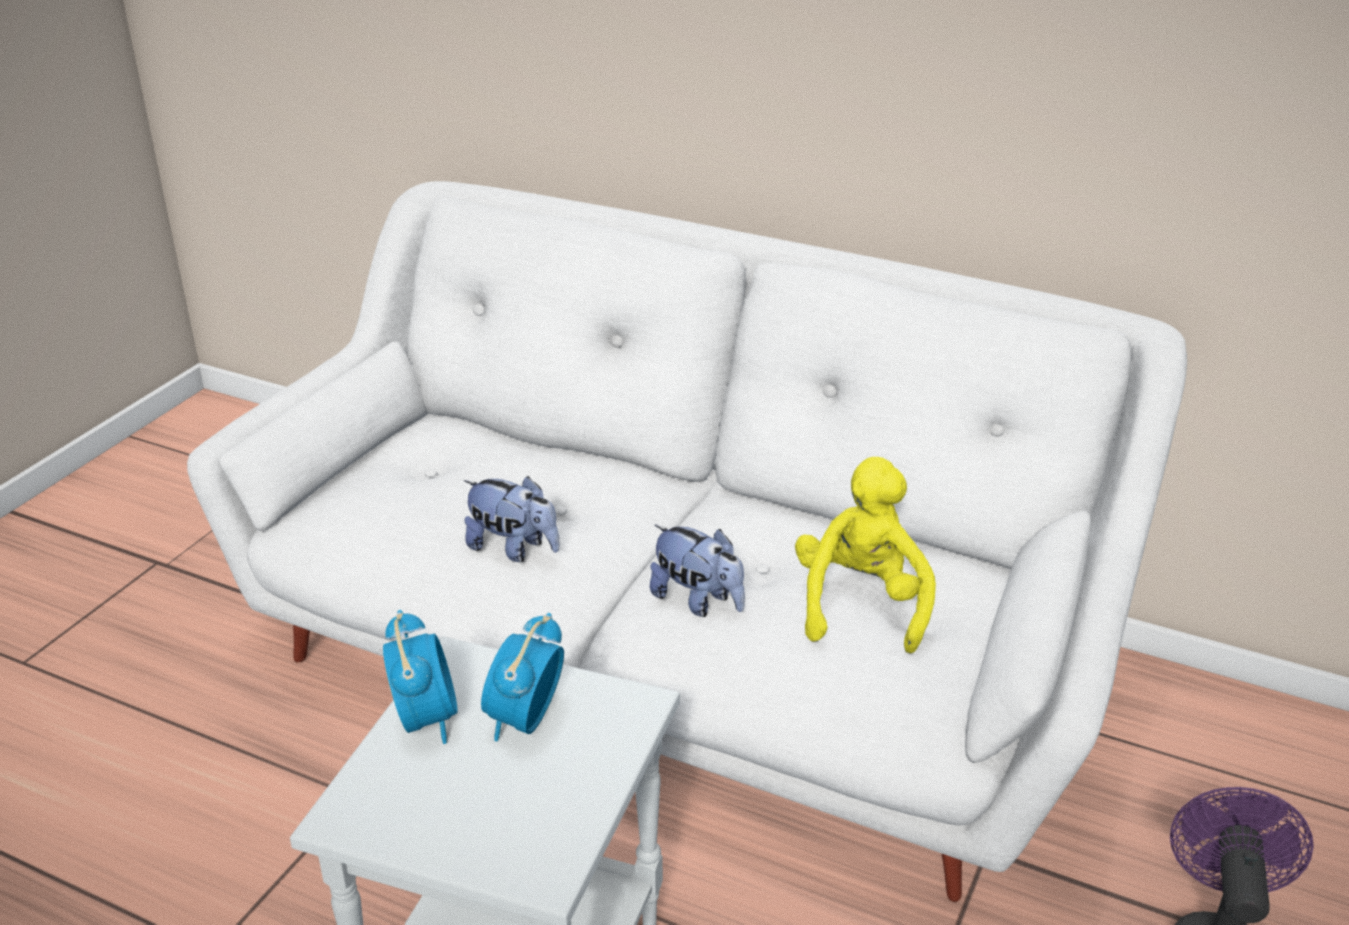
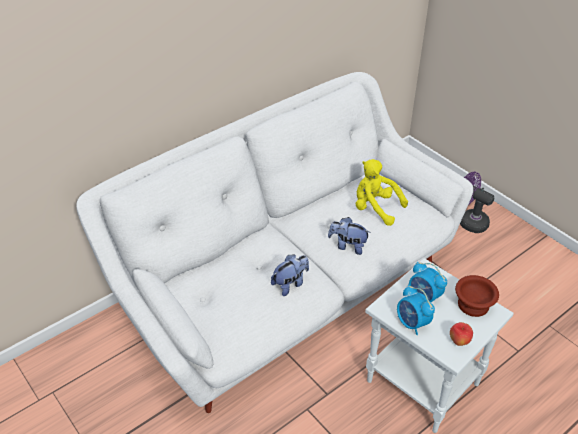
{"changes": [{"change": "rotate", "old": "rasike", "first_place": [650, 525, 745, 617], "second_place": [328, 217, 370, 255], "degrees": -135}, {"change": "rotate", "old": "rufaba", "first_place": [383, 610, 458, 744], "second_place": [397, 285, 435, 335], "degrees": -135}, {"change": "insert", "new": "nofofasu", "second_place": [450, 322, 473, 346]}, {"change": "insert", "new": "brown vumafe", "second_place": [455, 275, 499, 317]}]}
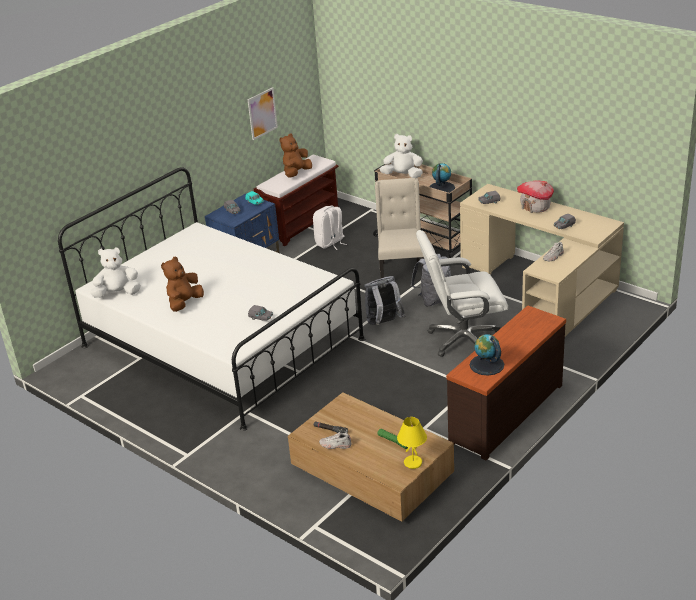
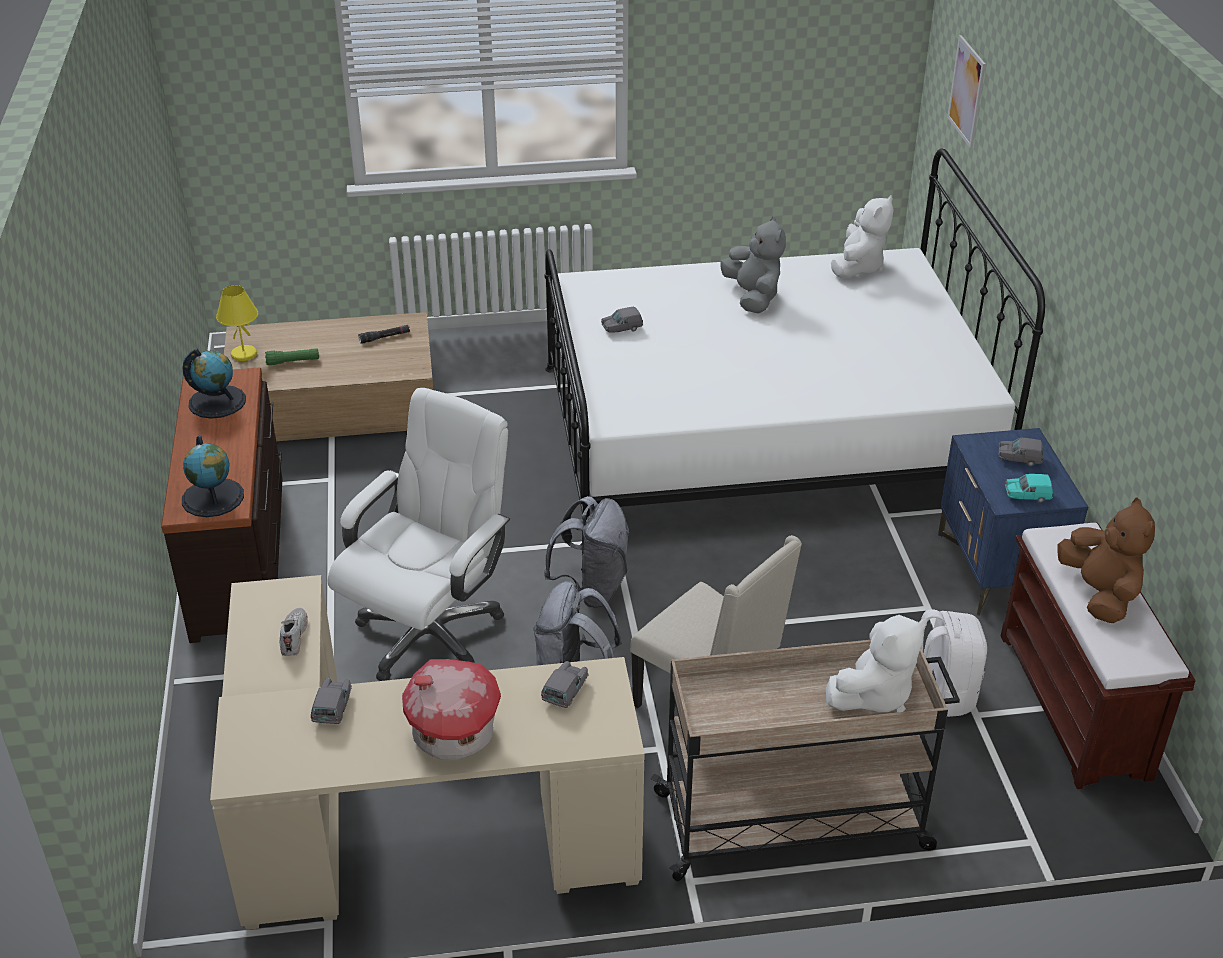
{"changes": [{"change": "move", "old": "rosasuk", "first_place": [429, 163, 455, 193], "second_place": [182, 436, 244, 517]}, {"change": "recolor", "old": "brown rasike", "new": "grey rasike", "first_place": [161, 257, 204, 312], "second_place": [720, 216, 786, 314]}, {"change": "move", "old": "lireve", "first_place": [247, 87, 278, 140], "second_place": [947, 35, 986, 148]}, {"change": "delete", "old": "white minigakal", "first_place": [319, 431, 351, 449]}]}
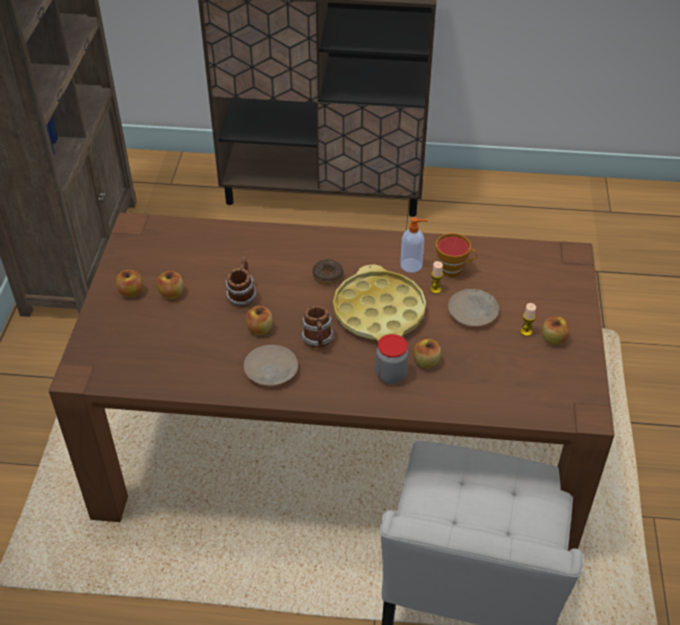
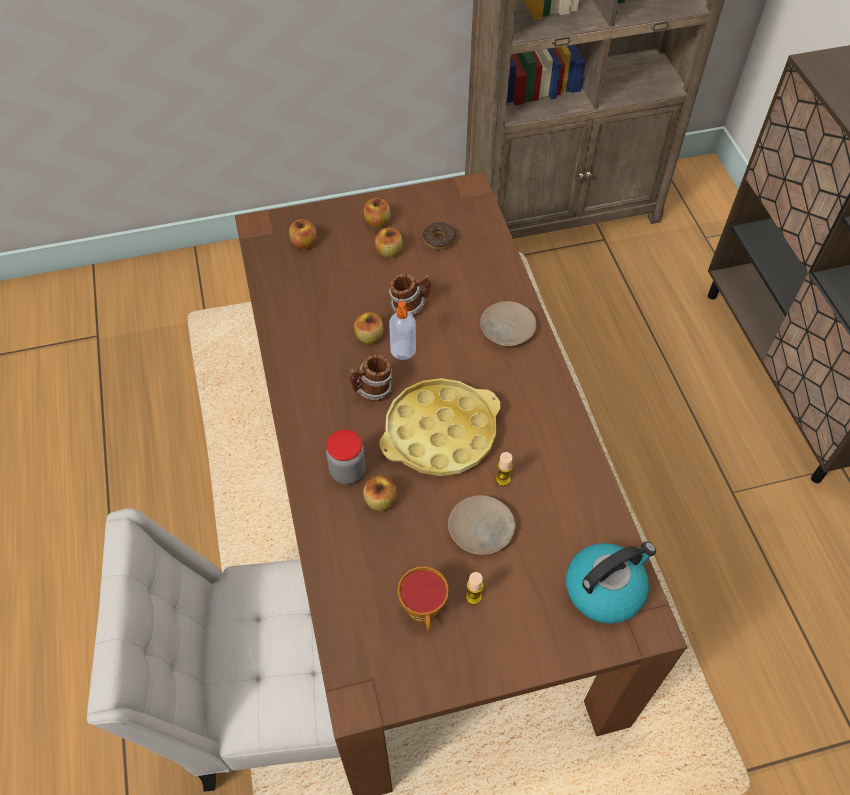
{"changes": [{"change": "move", "old": "nofofasu", "first_place": [542, 316, 570, 345], "second_place": [289, 219, 317, 249]}, {"change": "move", "old": "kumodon", "first_place": [400, 217, 428, 273], "second_place": [389, 301, 416, 360]}, {"change": "move", "old": "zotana", "first_place": [436, 233, 477, 277], "second_place": [397, 566, 449, 631]}, {"change": "move", "old": "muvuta", "first_place": [312, 259, 343, 284], "second_place": [423, 222, 456, 250]}, {"change": "move", "old": "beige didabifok", "first_place": [244, 345, 298, 386], "second_place": [480, 301, 536, 346]}, {"change": "insert", "new": "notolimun", "second_place": [566, 541, 656, 624]}]}
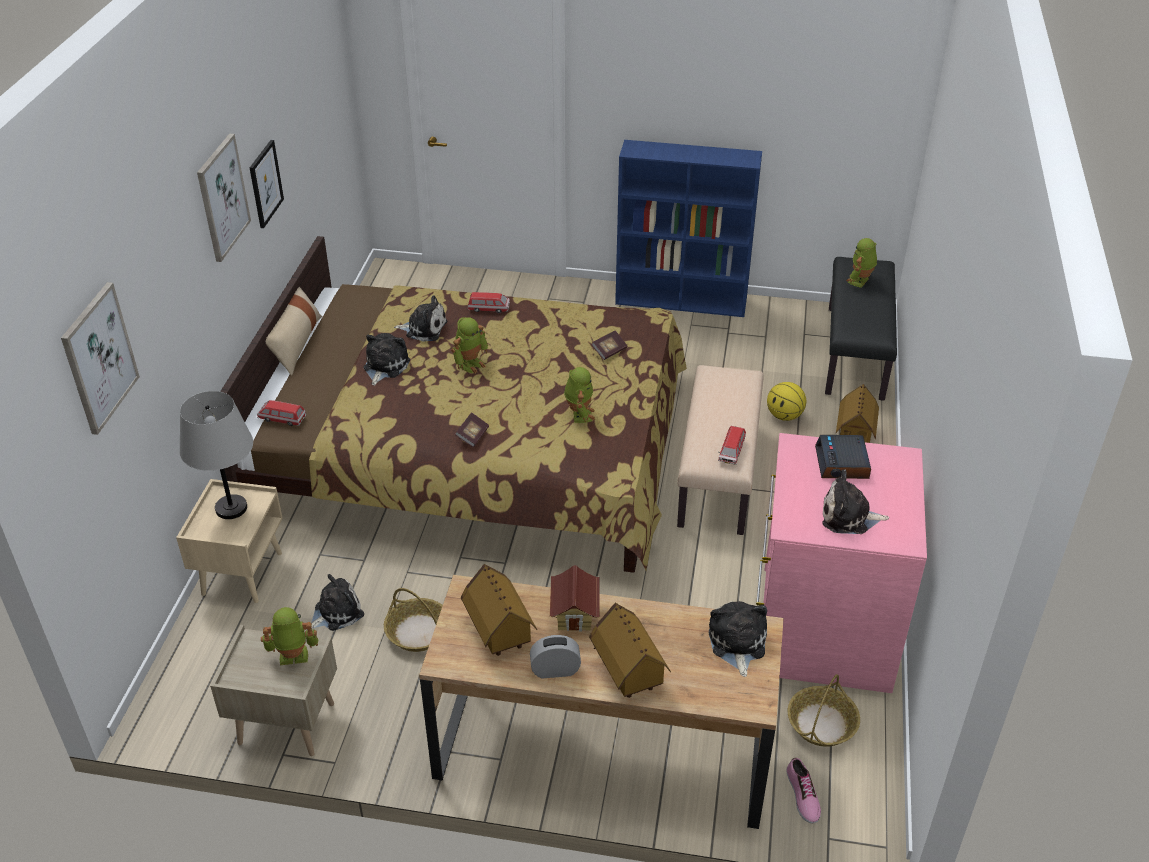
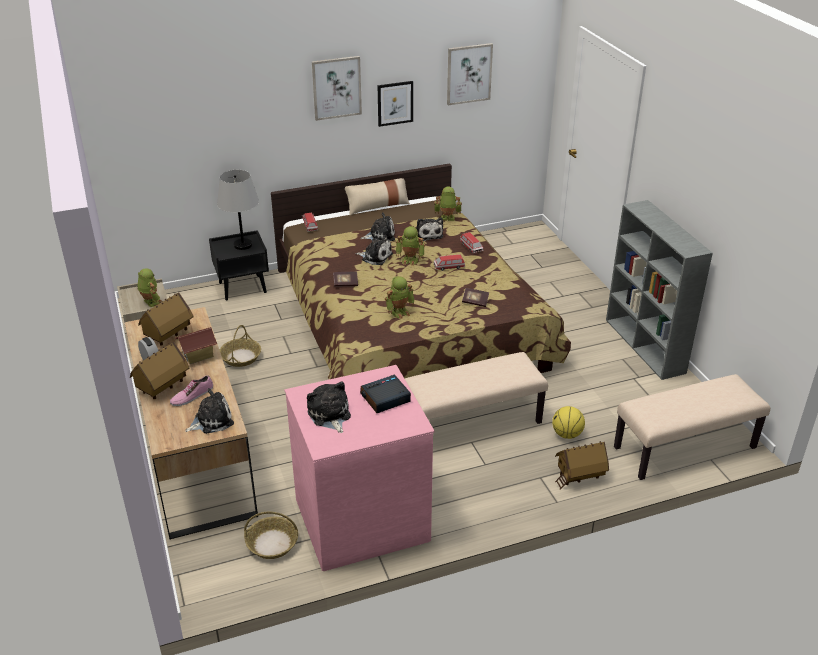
{"changes": [{"change": "move", "old": "minigakal", "first_place": [786, 758, 821, 823], "second_place": [170, 375, 213, 406]}, {"change": "recolor", "old": "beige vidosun", "new": "black vidosun", "first_place": [176, 479, 283, 603], "second_place": [209, 230, 269, 300]}, {"change": "move", "old": "rasike", "first_place": [306, 574, 364, 631], "second_place": [356, 234, 393, 265]}, {"change": "move", "old": "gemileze", "first_place": [718, 426, 746, 465], "second_place": [433, 254, 465, 271]}, {"change": "move", "old": "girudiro", "first_place": [846, 238, 877, 288], "second_place": [434, 187, 462, 221]}, {"change": "move", "old": "lireve", "first_place": [61, 282, 140, 435], "second_place": [447, 43, 493, 105]}, {"change": "recolor", "old": "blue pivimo", "new": "grey pivimo", "first_place": [615, 140, 762, 317], "second_place": [606, 200, 713, 380]}, {"change": "recolor", "old": "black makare", "new": "beige makare", "first_place": [825, 257, 897, 401], "second_place": [614, 374, 770, 480]}]}
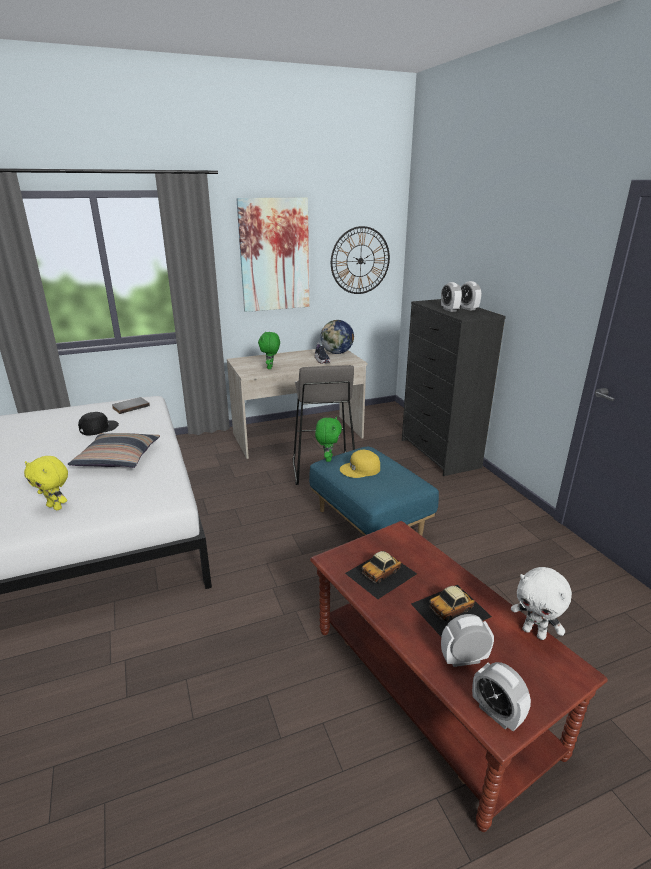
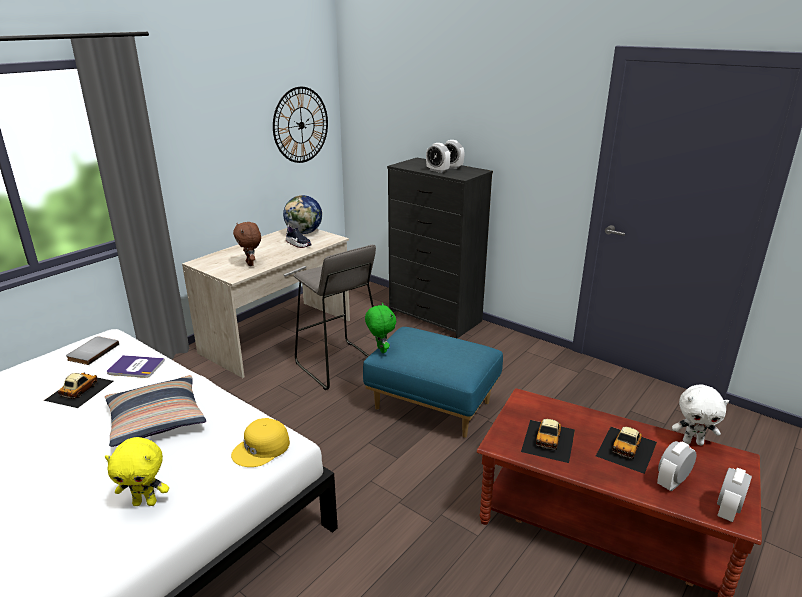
{"changes": [{"change": "replace", "old": "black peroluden", "new": "gemileze", "first_place": [78, 412, 119, 435], "second_place": [44, 373, 114, 408]}, {"change": "insert", "new": "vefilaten", "second_place": [107, 355, 165, 378]}, {"change": "move", "old": "yellow peroluden", "first_place": [340, 450, 380, 478], "second_place": [231, 418, 290, 467]}, {"change": "recolor", "old": "green rasike", "new": "brown rasike", "first_place": [258, 332, 280, 369], "second_place": [233, 222, 261, 266]}, {"change": "rotate", "old": "rufaba", "first_place": [472, 662, 531, 732], "second_place": [717, 468, 752, 522], "degrees": -75}, {"change": "delete", "old": "lireve", "first_place": [236, 197, 309, 312]}]}
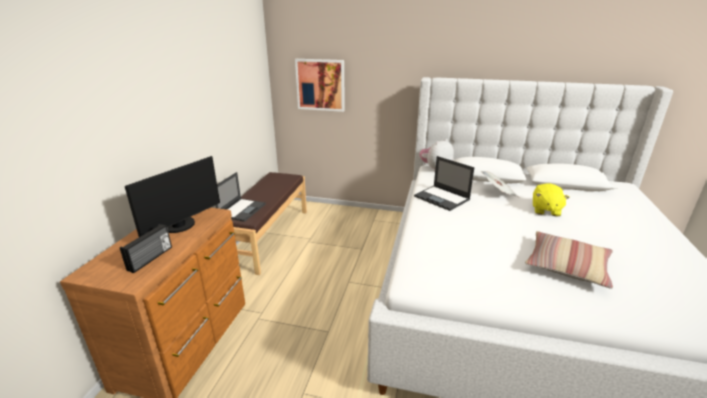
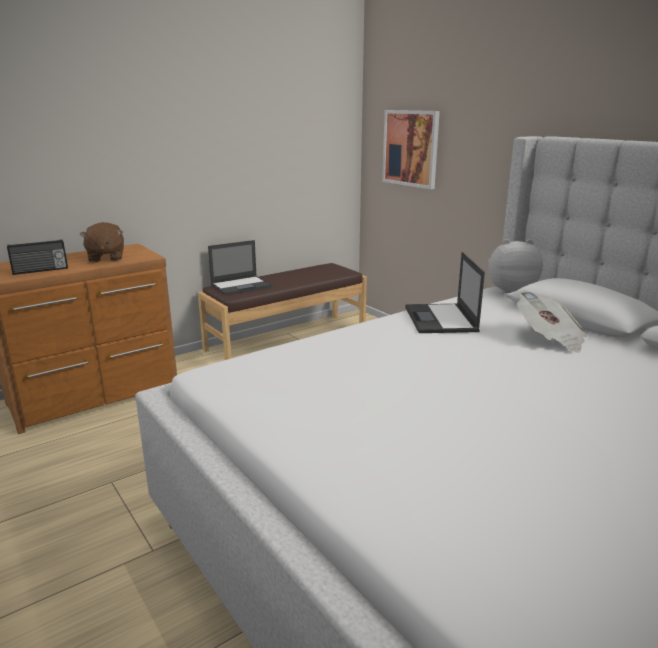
{"changes": [{"change": "replace", "old": "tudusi", "new": "brown rasike", "first_place": [125, 156, 220, 237], "second_place": [79, 222, 124, 262]}, {"change": "delete", "old": "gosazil", "first_place": [525, 231, 613, 289]}, {"change": "delete", "old": "yellow rasike", "first_place": [533, 183, 570, 217]}]}
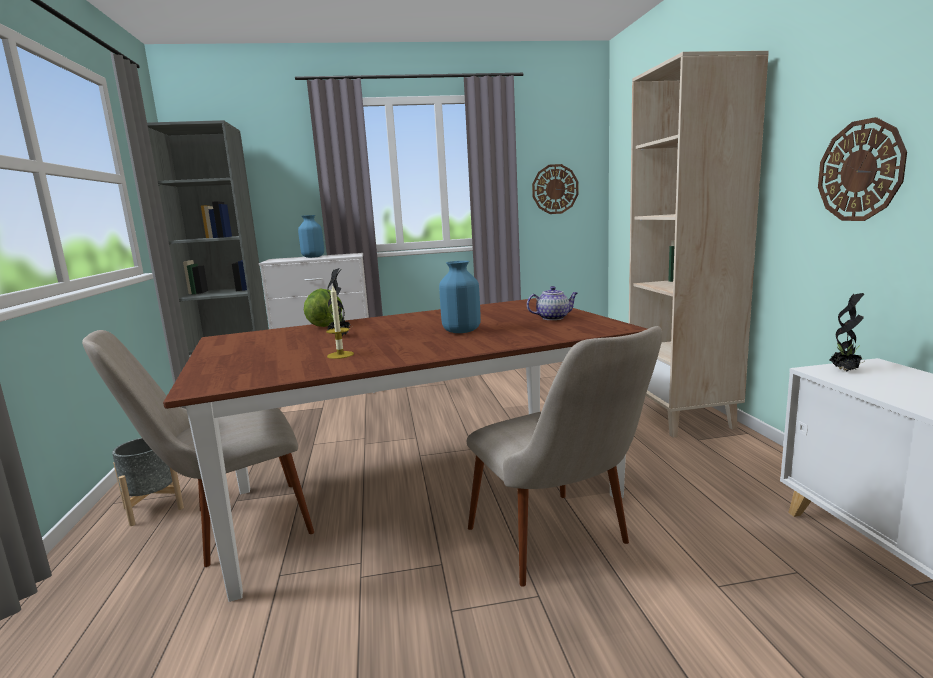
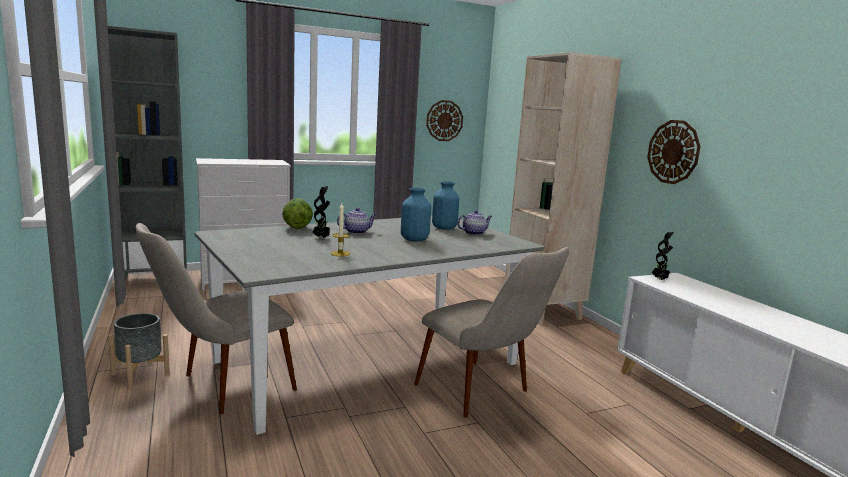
{"changes": [{"change": "recolor", "old": "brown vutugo", "new": "grey vutugo", "first_place": [163, 298, 647, 602], "second_place": [194, 216, 545, 435]}, {"change": "insert", "new": "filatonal", "second_place": [337, 208, 376, 234]}, {"change": "move", "old": "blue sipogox", "first_place": [298, 215, 324, 258], "second_place": [432, 181, 459, 230]}]}
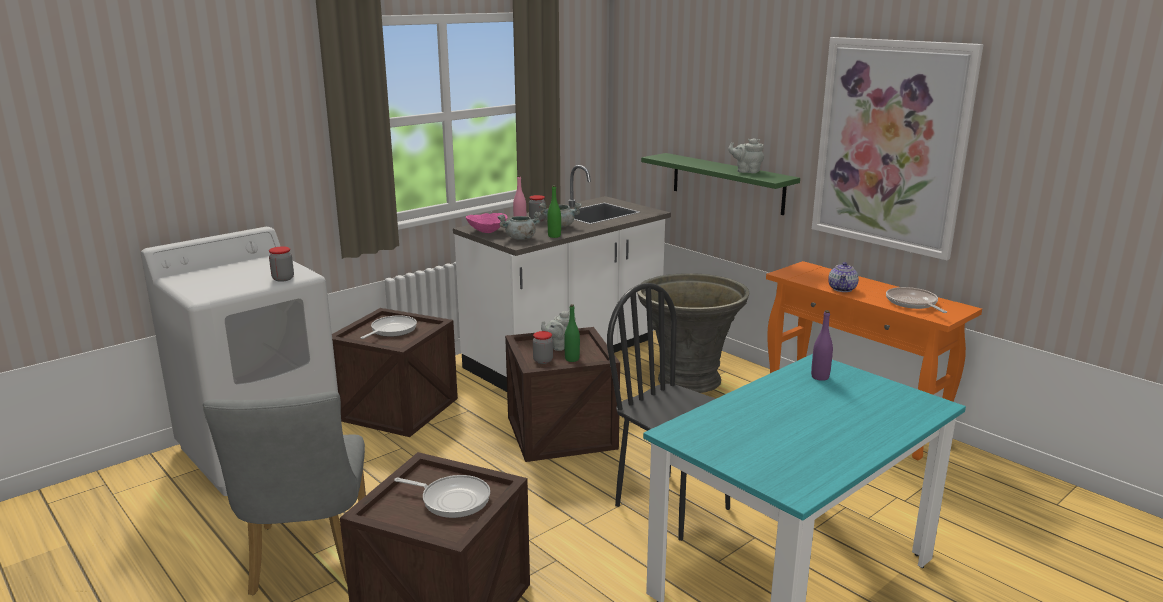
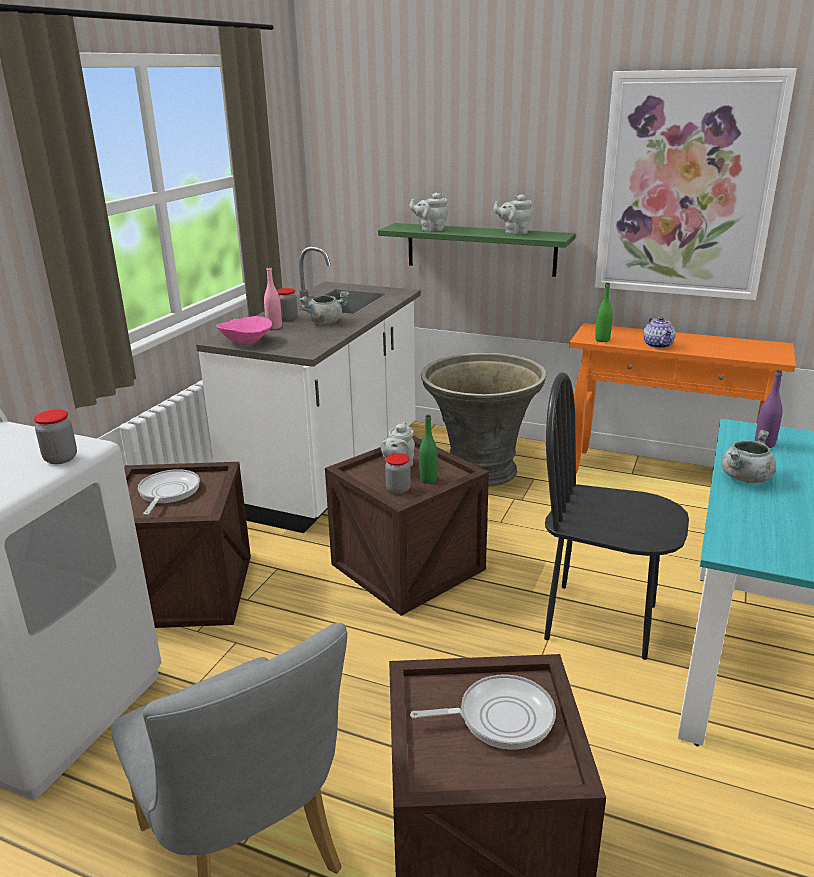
{"changes": [{"change": "insert", "new": "grey filatonal", "second_place": [409, 192, 448, 232]}, {"change": "move", "old": "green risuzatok", "first_place": [547, 185, 561, 238], "second_place": [595, 283, 613, 342]}, {"change": "move", "old": "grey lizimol", "first_place": [498, 212, 542, 240], "second_place": [721, 430, 776, 483]}, {"change": "delete", "old": "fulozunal", "first_place": [886, 287, 947, 313]}]}
